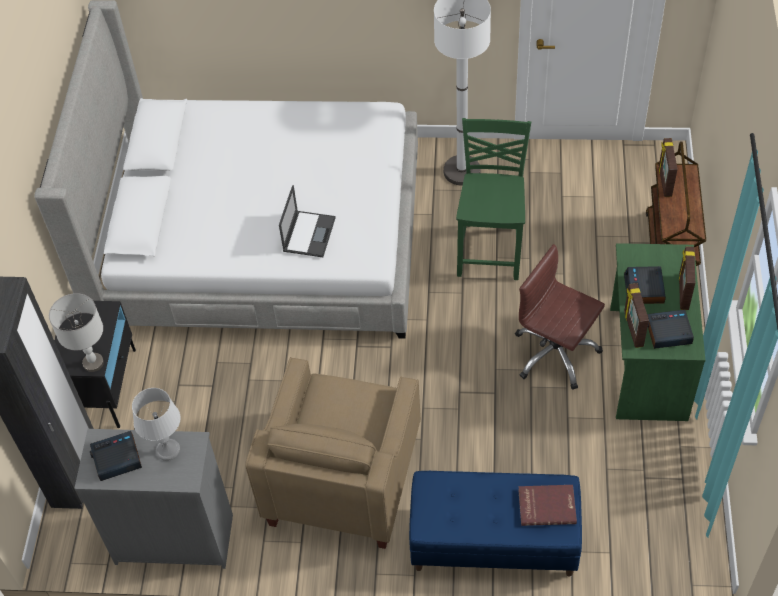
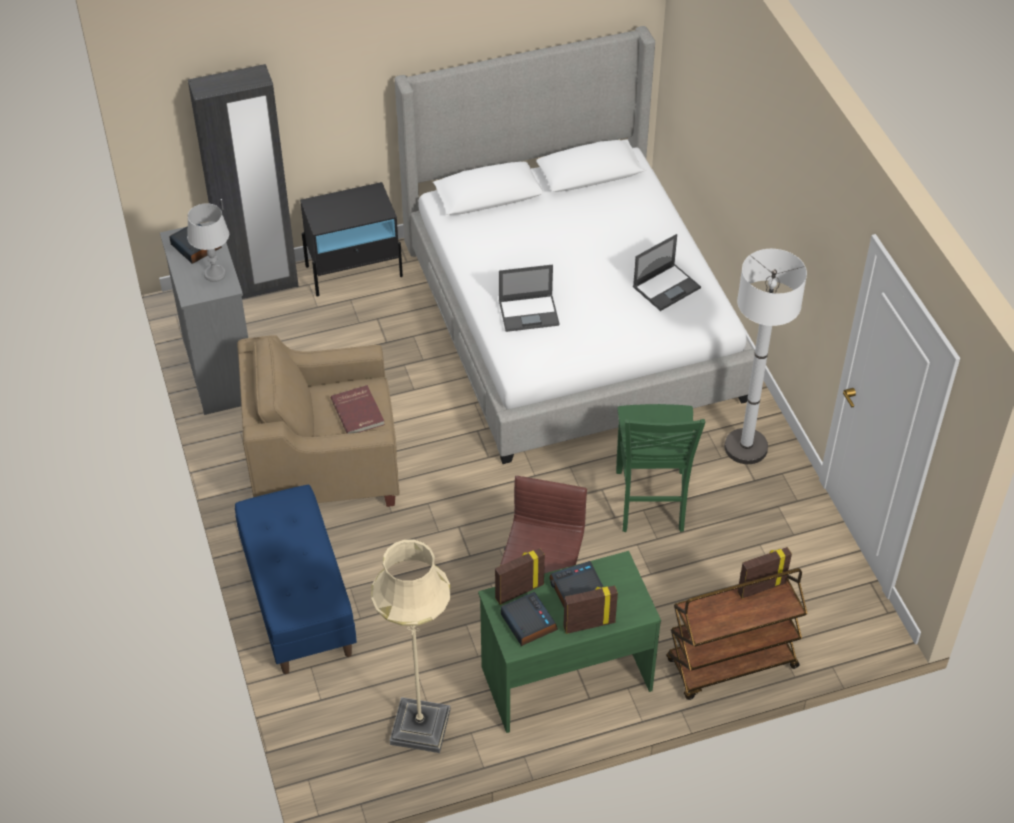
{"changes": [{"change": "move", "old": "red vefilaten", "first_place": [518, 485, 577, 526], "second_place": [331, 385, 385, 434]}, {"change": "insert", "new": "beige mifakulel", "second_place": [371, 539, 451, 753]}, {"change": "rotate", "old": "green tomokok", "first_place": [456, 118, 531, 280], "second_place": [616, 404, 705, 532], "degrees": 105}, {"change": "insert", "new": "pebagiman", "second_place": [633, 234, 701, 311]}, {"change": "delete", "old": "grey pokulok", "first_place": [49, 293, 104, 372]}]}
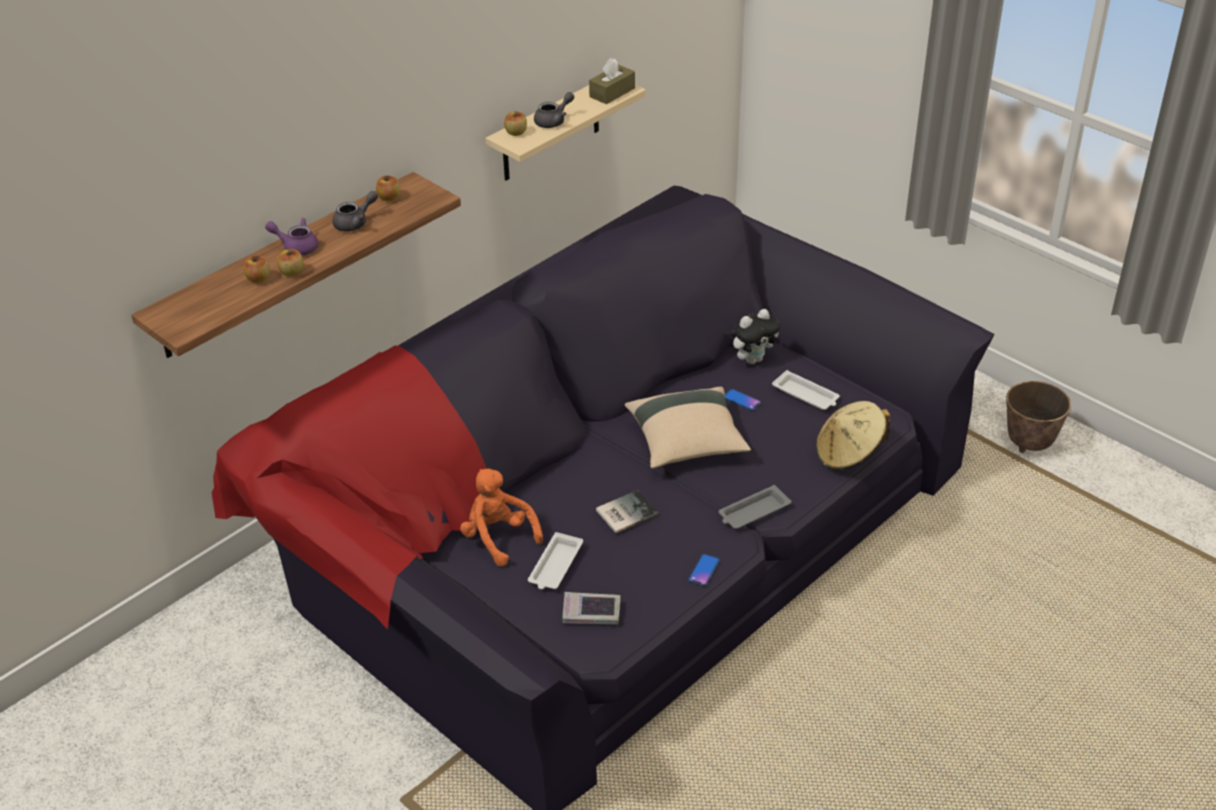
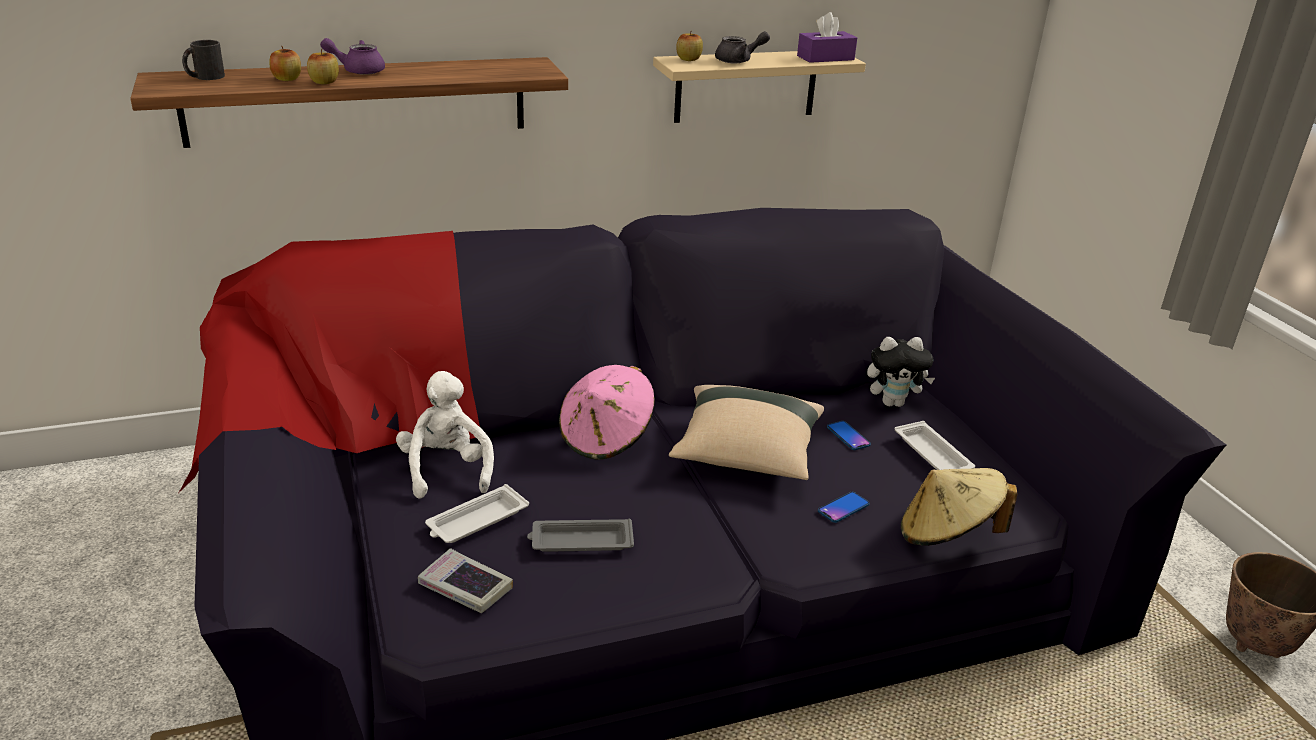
{"changes": [{"change": "insert", "new": "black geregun", "second_place": [182, 40, 225, 80]}, {"change": "rotate", "old": "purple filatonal", "first_place": [265, 218, 318, 255], "second_place": [320, 38, 385, 75], "degrees": -45}, {"change": "recolor", "old": "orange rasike", "new": "white rasike", "first_place": [460, 469, 543, 567], "second_place": [396, 371, 494, 499]}, {"change": "move", "old": "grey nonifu", "first_place": [719, 485, 792, 529], "second_place": [527, 518, 634, 552]}, {"change": "insert", "new": "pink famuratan", "second_place": [559, 365, 655, 460]}, {"change": "recolor", "old": "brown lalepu", "new": "purple lalepu", "first_place": [589, 58, 635, 104], "second_place": [797, 12, 857, 63]}, {"change": "move", "old": "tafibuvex", "first_place": [688, 554, 720, 586], "second_place": [818, 492, 870, 523]}, {"change": "delete", "old": "grey filatonal", "first_place": [332, 191, 378, 231]}, {"change": "delete", "old": "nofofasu", "first_place": [376, 175, 400, 202]}, {"change": "delete", "old": "vefilaten", "first_place": [596, 490, 658, 533]}]}
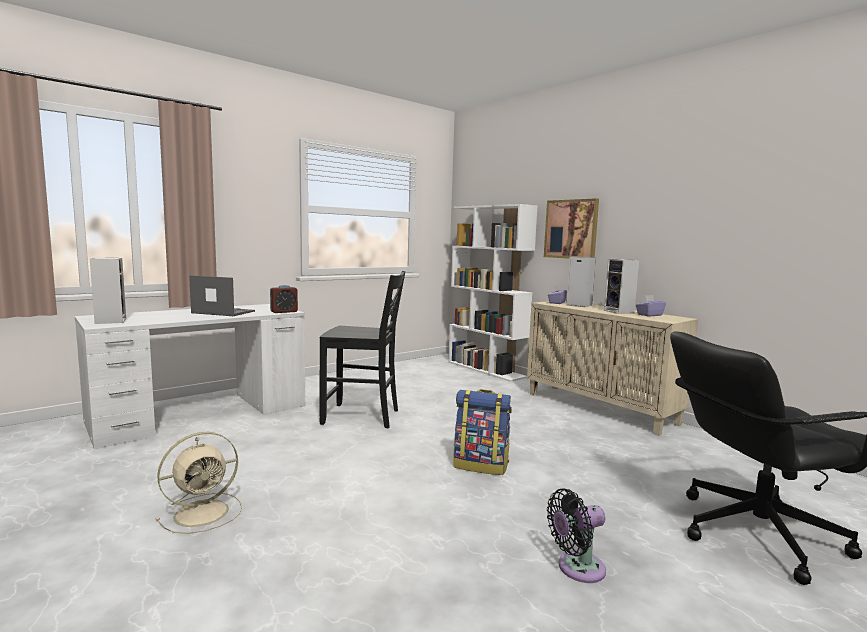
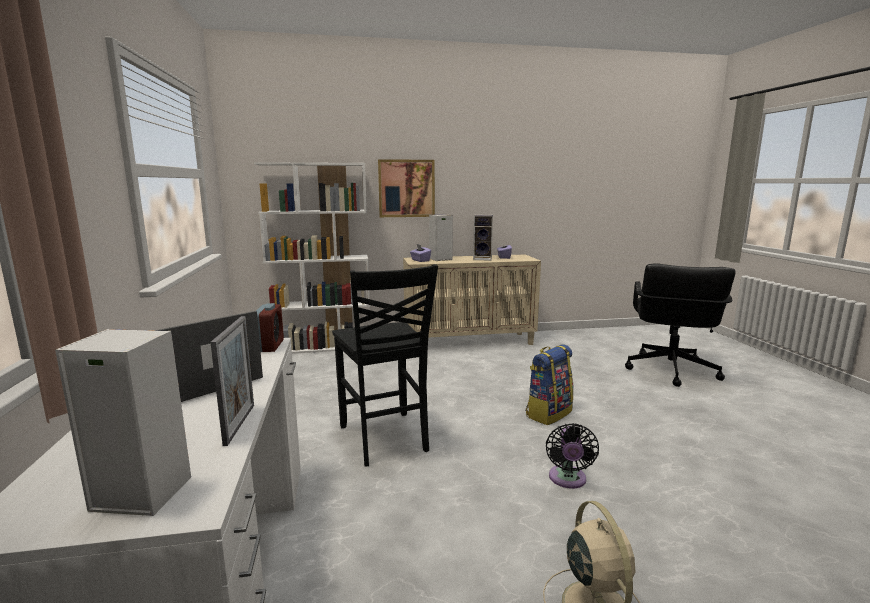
{"changes": [{"change": "insert", "new": "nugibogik", "second_place": [210, 316, 254, 446]}, {"change": "rotate", "old": "black tomokok", "first_place": [320, 271, 405, 428], "second_place": [332, 264, 438, 466], "degrees": 120}, {"change": "move", "old": "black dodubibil", "first_place": [547, 489, 606, 583], "second_place": [546, 423, 599, 489]}]}
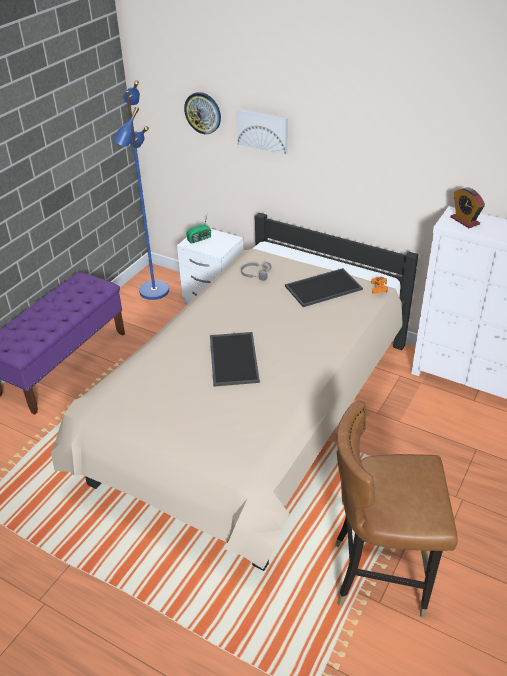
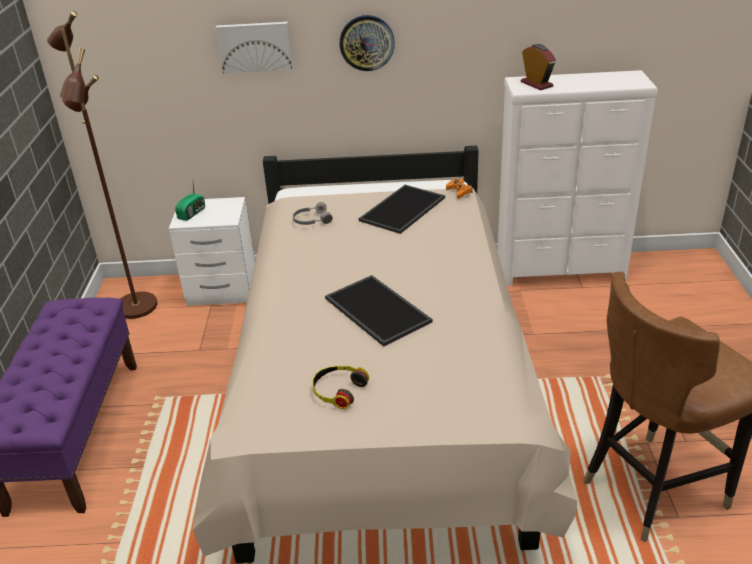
{"changes": [{"change": "recolor", "old": "blue mifakulel", "new": "brown mifakulel", "first_place": [113, 80, 169, 300], "second_place": [47, 11, 158, 319]}, {"change": "insert", "new": "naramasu", "second_place": [312, 366, 369, 409]}, {"change": "move", "old": "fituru", "first_place": [184, 92, 221, 134], "second_place": [340, 15, 395, 71]}, {"change": "rotate", "old": "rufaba", "first_place": [451, 187, 485, 228], "second_place": [521, 44, 556, 90], "degrees": -150}]}
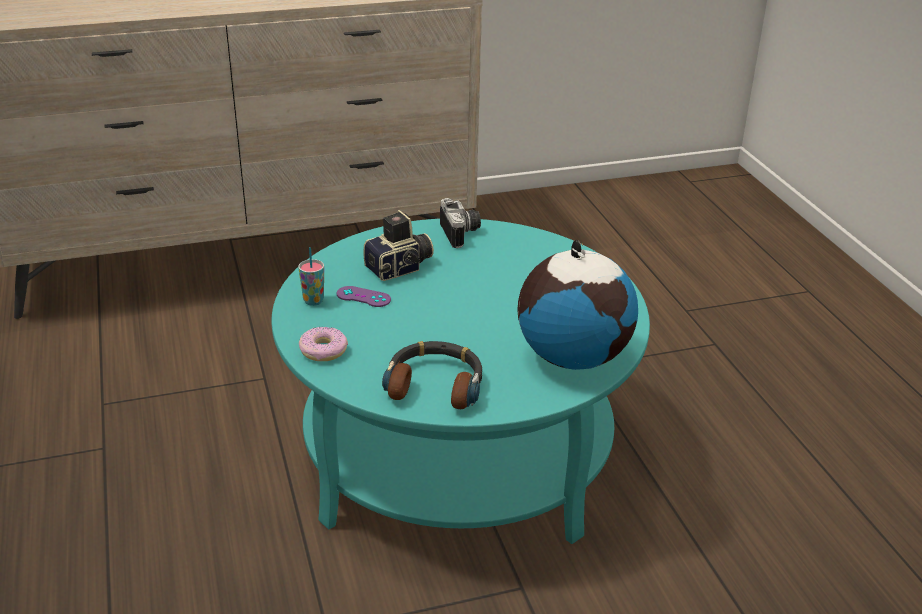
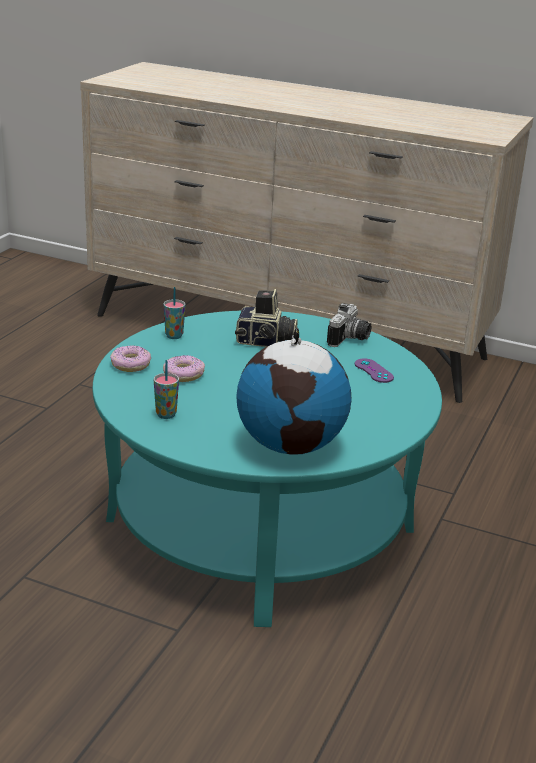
{"changes": [{"change": "replace", "old": "naramasu", "new": "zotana", "first_place": [382, 341, 482, 409], "second_place": [154, 360, 179, 419]}, {"change": "insert", "new": "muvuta", "second_place": [163, 355, 205, 382]}, {"change": "move", "old": "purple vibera", "first_place": [337, 286, 391, 307], "second_place": [355, 359, 394, 383]}]}
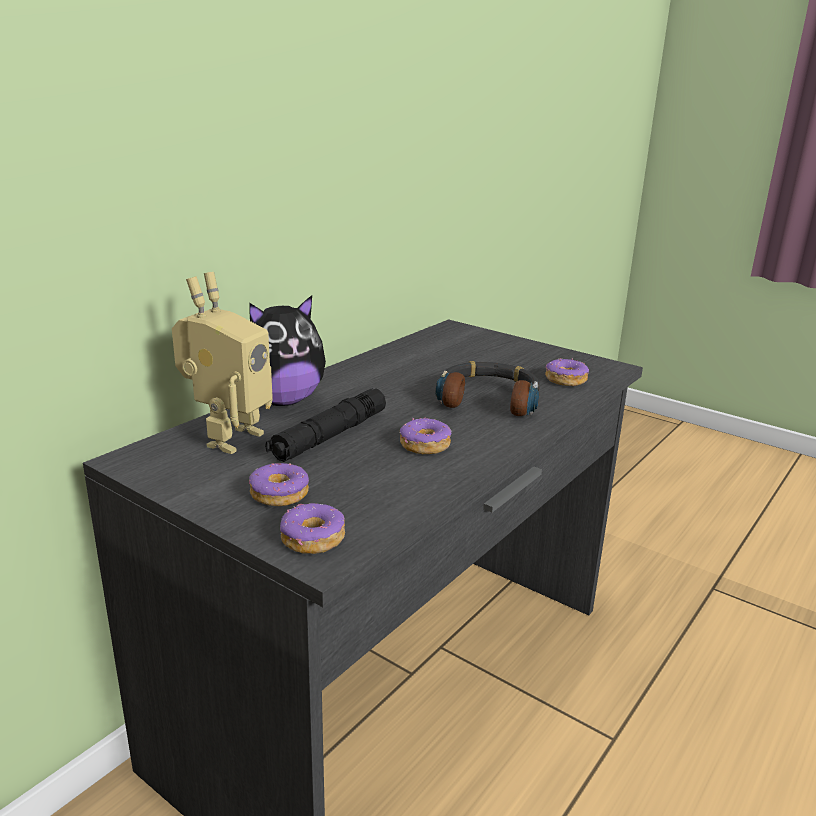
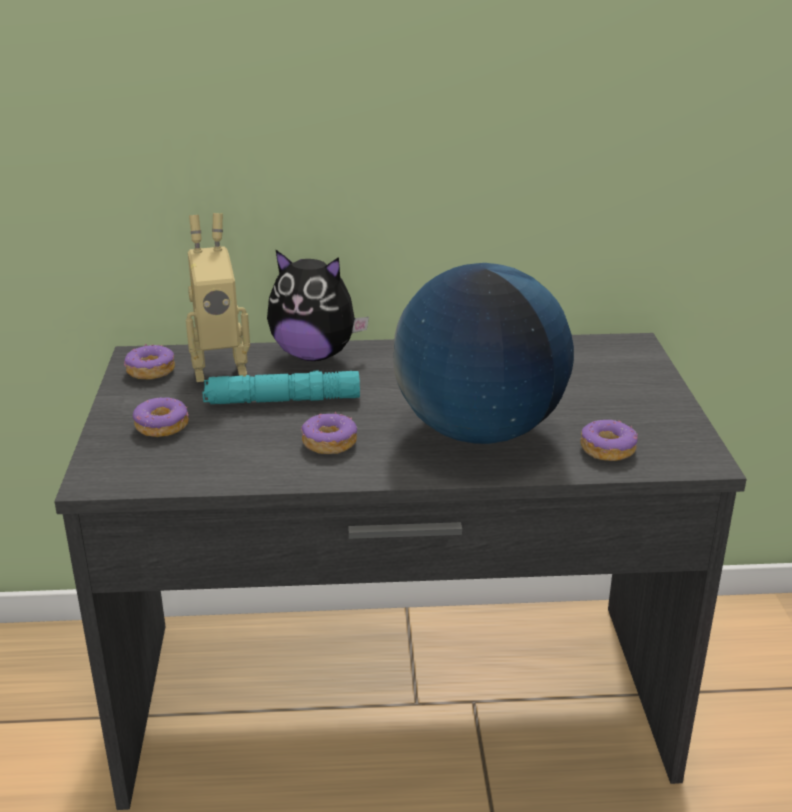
{"changes": [{"change": "move", "old": "muvuta", "first_place": [280, 503, 345, 554], "second_place": [124, 344, 175, 379]}, {"change": "recolor", "old": "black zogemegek", "new": "turquoise zogemegek", "first_place": [265, 388, 386, 462], "second_place": [203, 370, 360, 404]}, {"change": "replace", "old": "naramasu", "new": "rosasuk", "first_place": [436, 361, 539, 416], "second_place": [393, 263, 574, 444]}]}
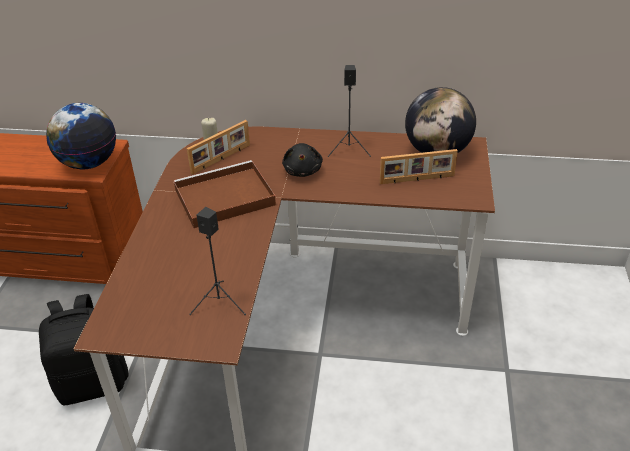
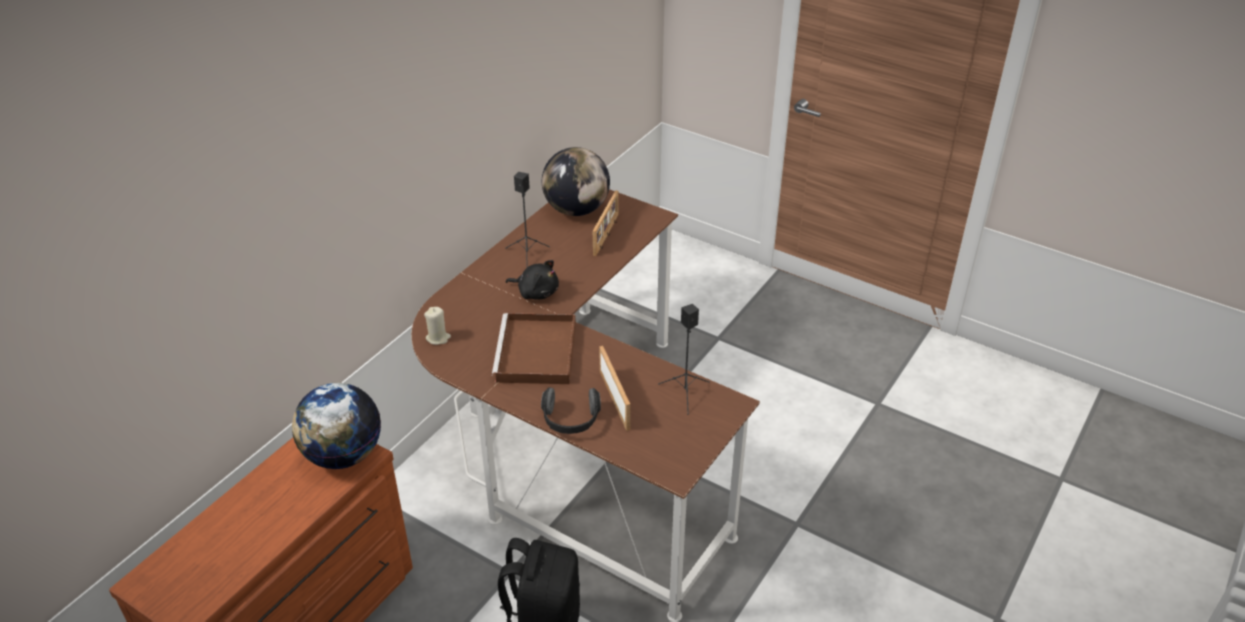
{"changes": [{"change": "insert", "new": "naramasu", "second_place": [541, 387, 601, 434]}, {"change": "move", "old": "nugibogik", "first_place": [187, 120, 250, 175], "second_place": [599, 346, 630, 431]}]}
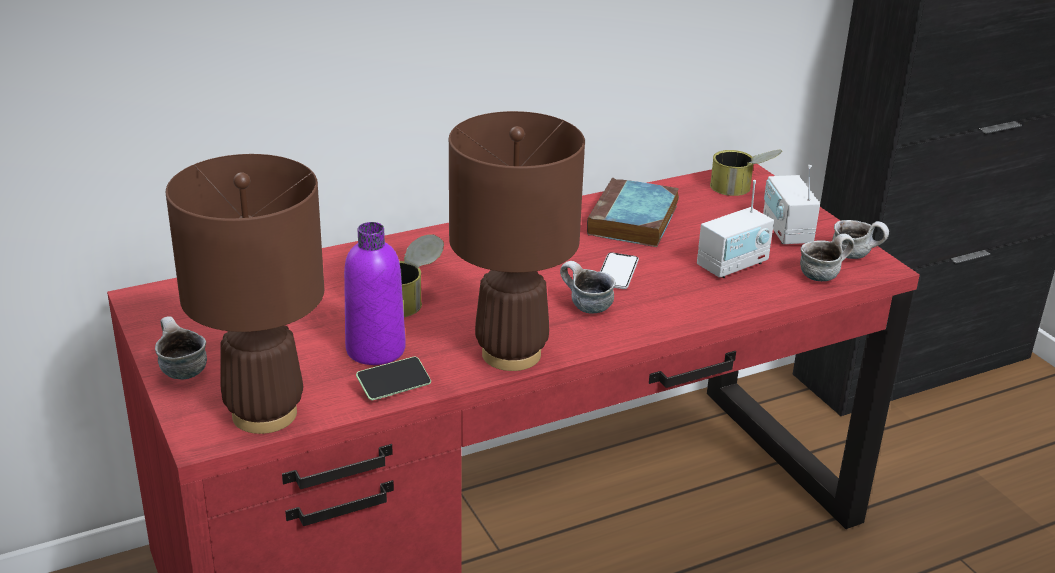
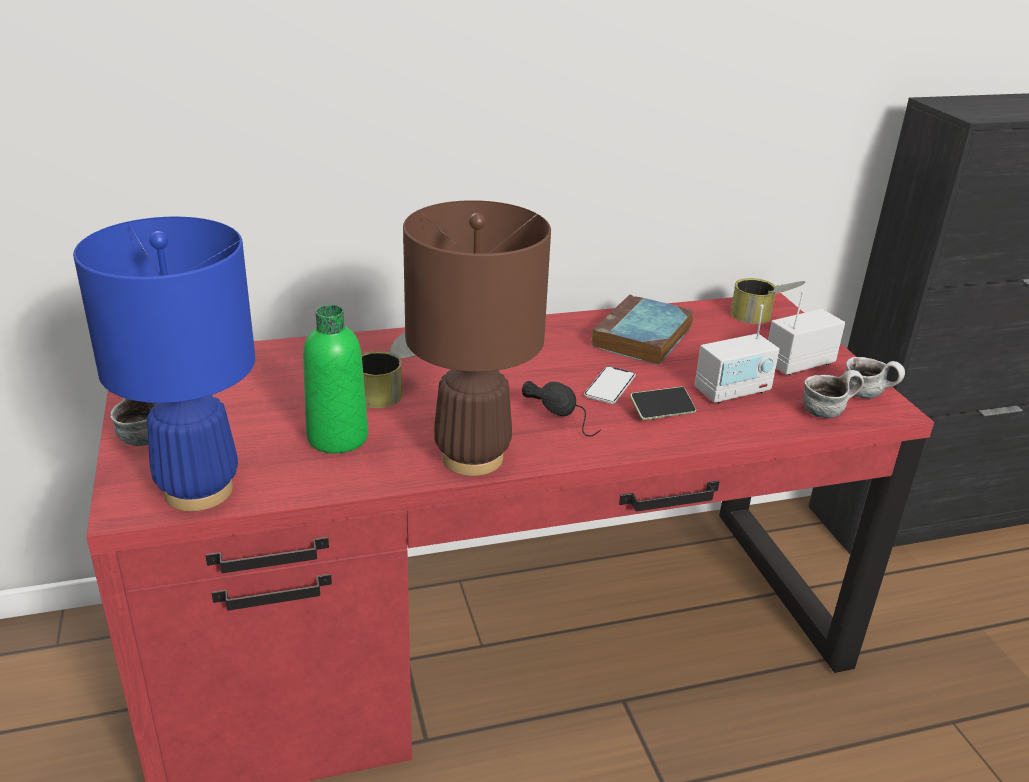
{"changes": [{"change": "recolor", "old": "brown pokulok", "new": "blue pokulok", "first_place": [166, 154, 324, 434], "second_place": [73, 217, 255, 511]}, {"change": "recolor", "old": "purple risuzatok", "new": "green risuzatok", "first_place": [344, 222, 406, 365], "second_place": [303, 305, 368, 453]}, {"change": "replace", "old": "geregun", "new": "black naramasu", "first_place": [560, 261, 616, 314], "second_place": [522, 381, 601, 436]}, {"change": "move", "old": "tafibuvex", "first_place": [356, 356, 431, 400], "second_place": [630, 387, 696, 420]}, {"change": "rotate", "old": "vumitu", "first_place": [763, 165, 820, 244], "second_place": [768, 291, 845, 376], "degrees": 60}]}
